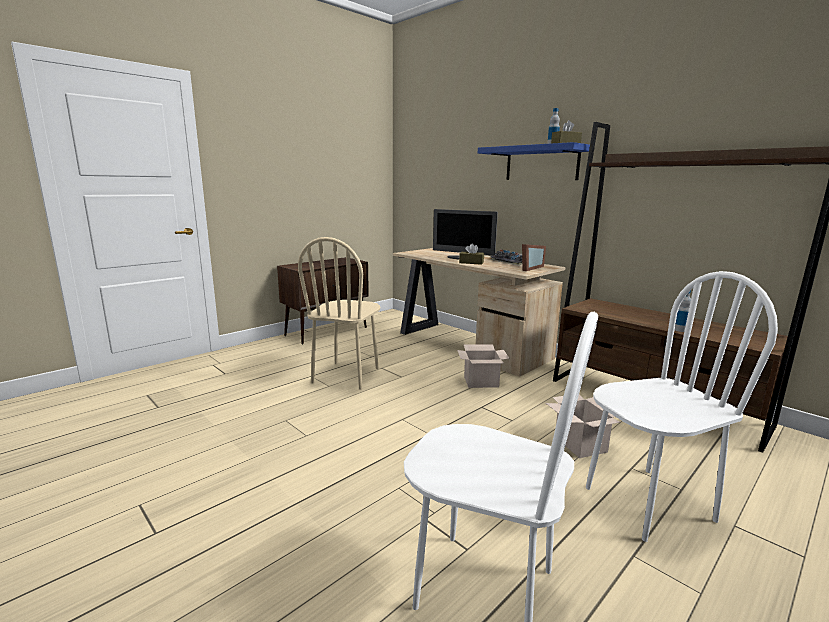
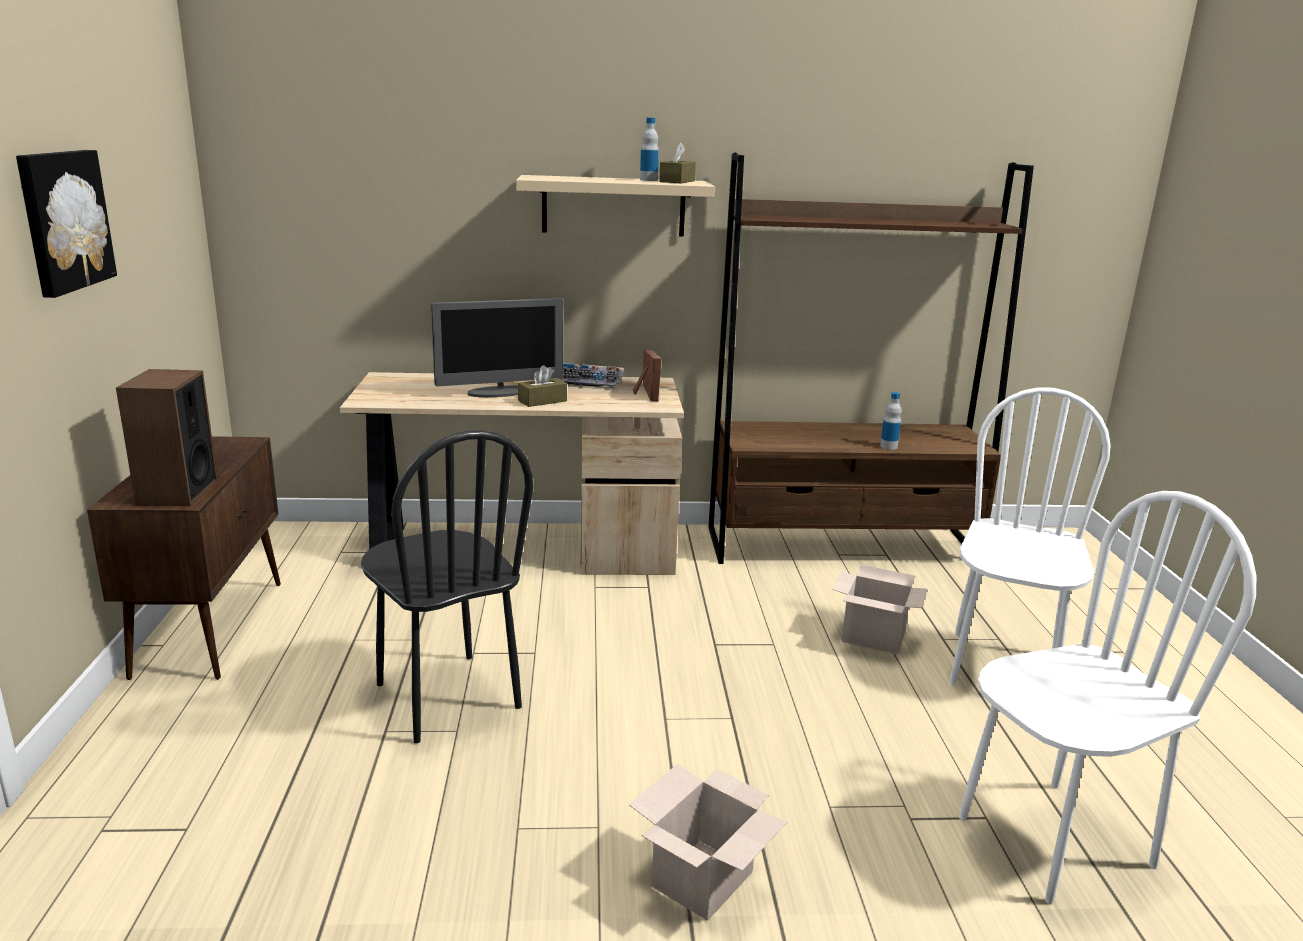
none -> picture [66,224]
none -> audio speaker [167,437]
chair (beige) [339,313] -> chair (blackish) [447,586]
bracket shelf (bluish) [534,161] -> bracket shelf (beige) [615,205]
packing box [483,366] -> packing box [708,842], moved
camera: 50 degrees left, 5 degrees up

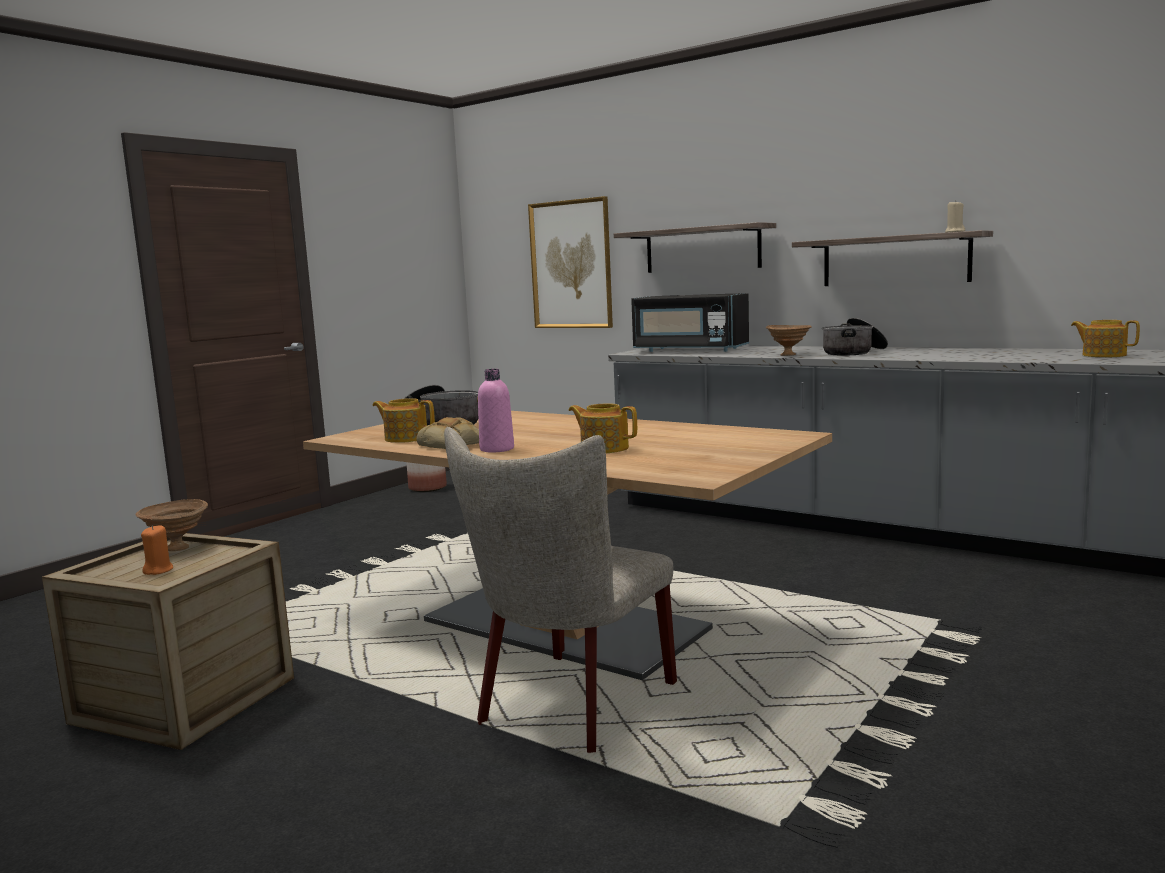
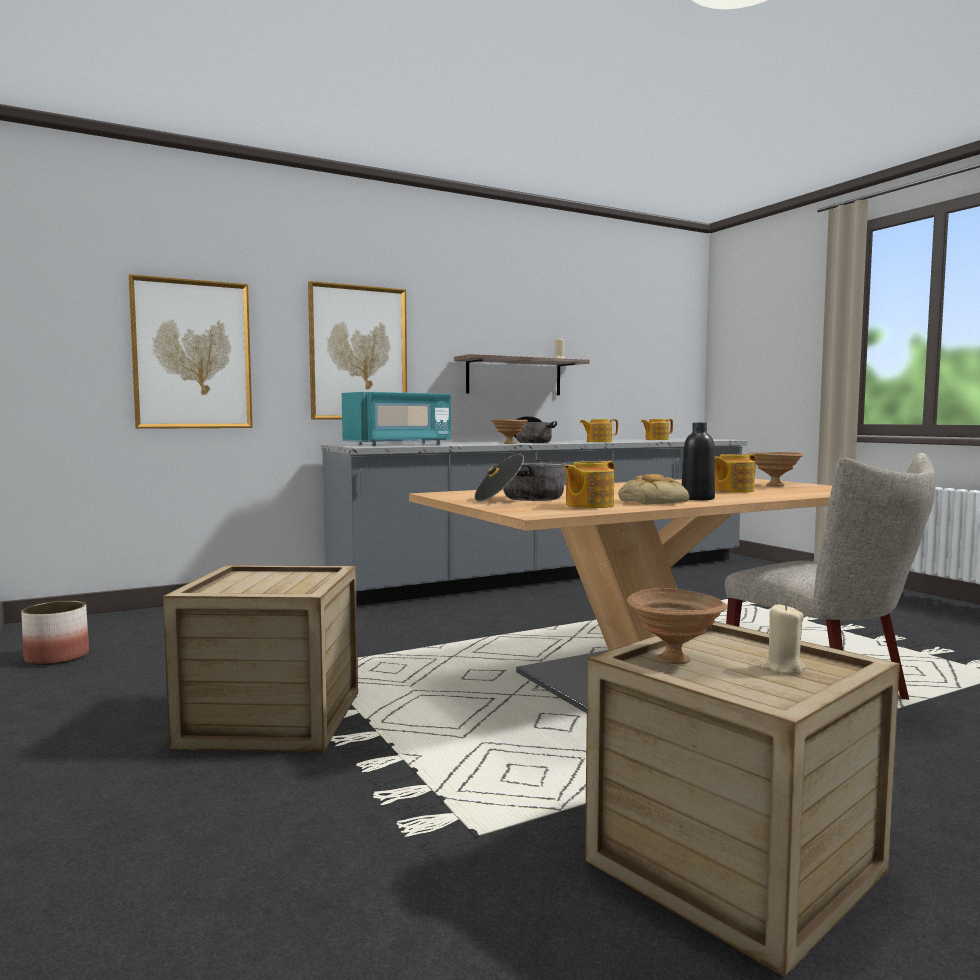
none -> shipping crate [260,658]
bracket shelf [695,247] -> picture [357,350]
microwave oven (blackish) [690,322] -> microwave oven (blue-green) [396,419]
none -> tea pot [599,430]
drink bottle (pink-coloured) [496,410] -> drink bottle (blackish) [698,461]
none -> serving bowl (brownish) [777,469]
candle (orange-coloured) [157,550] -> candle (beige) [783,639]
camera: 65 degrees left, 5 degrees down

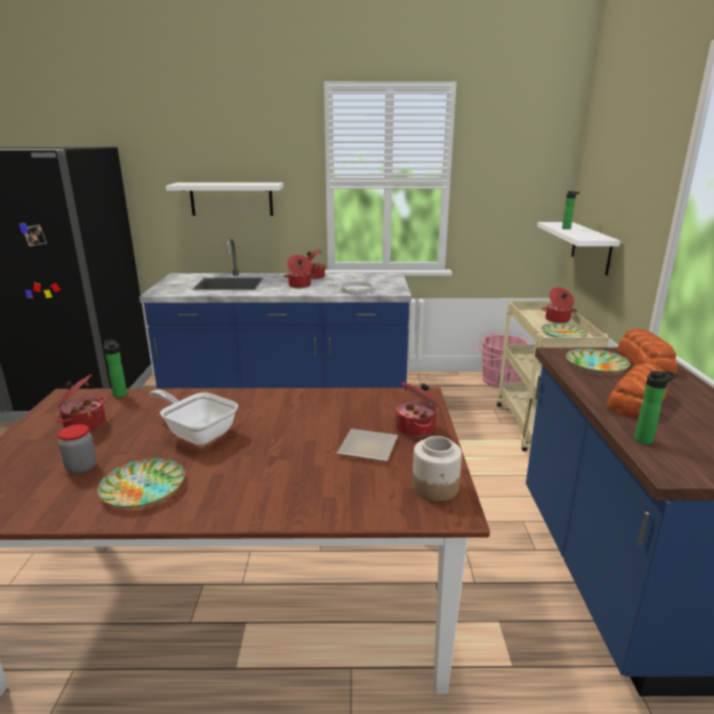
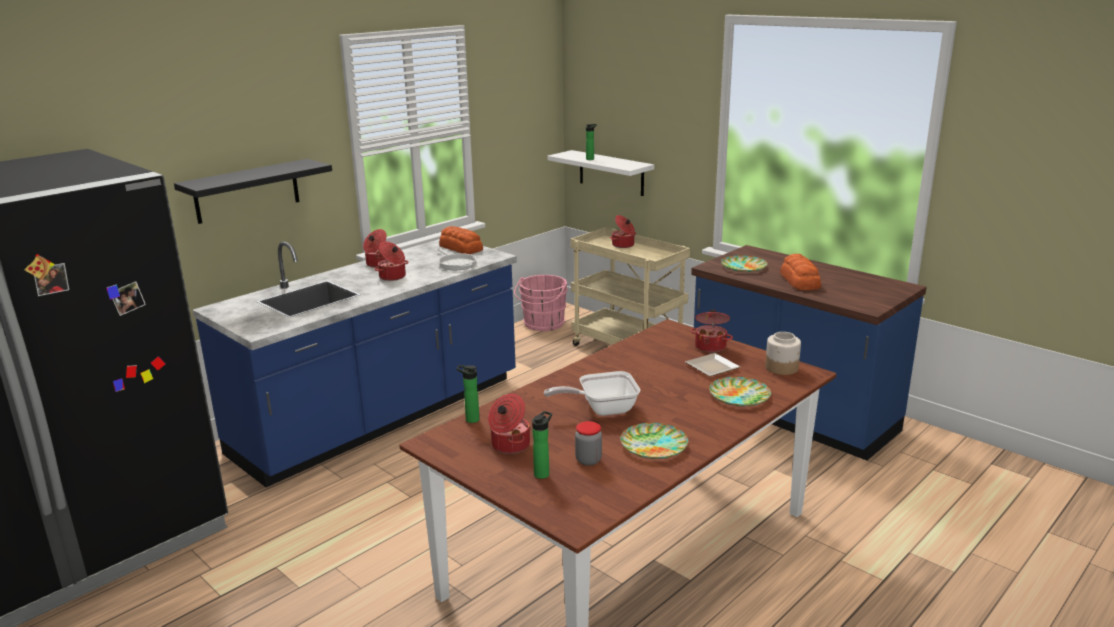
bracket shelf (white-coloured) [225,199] -> bracket shelf (blackish) [253,191]
baked bread [647,352] -> baked bread [461,240], moved
drink bottle [655,407] -> drink bottle [542,445], moved
flat dish [564,330] -> flat dish [740,391], moved
camera: 45 degrees left, 0 degrees up

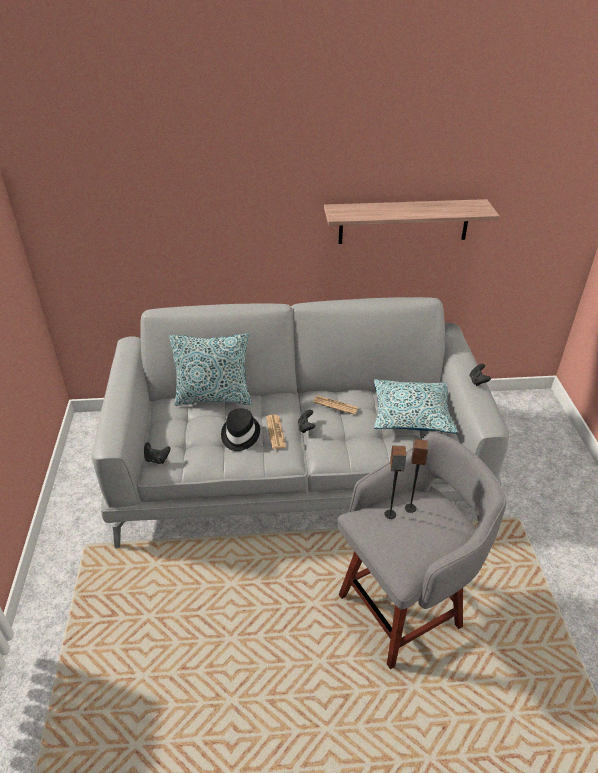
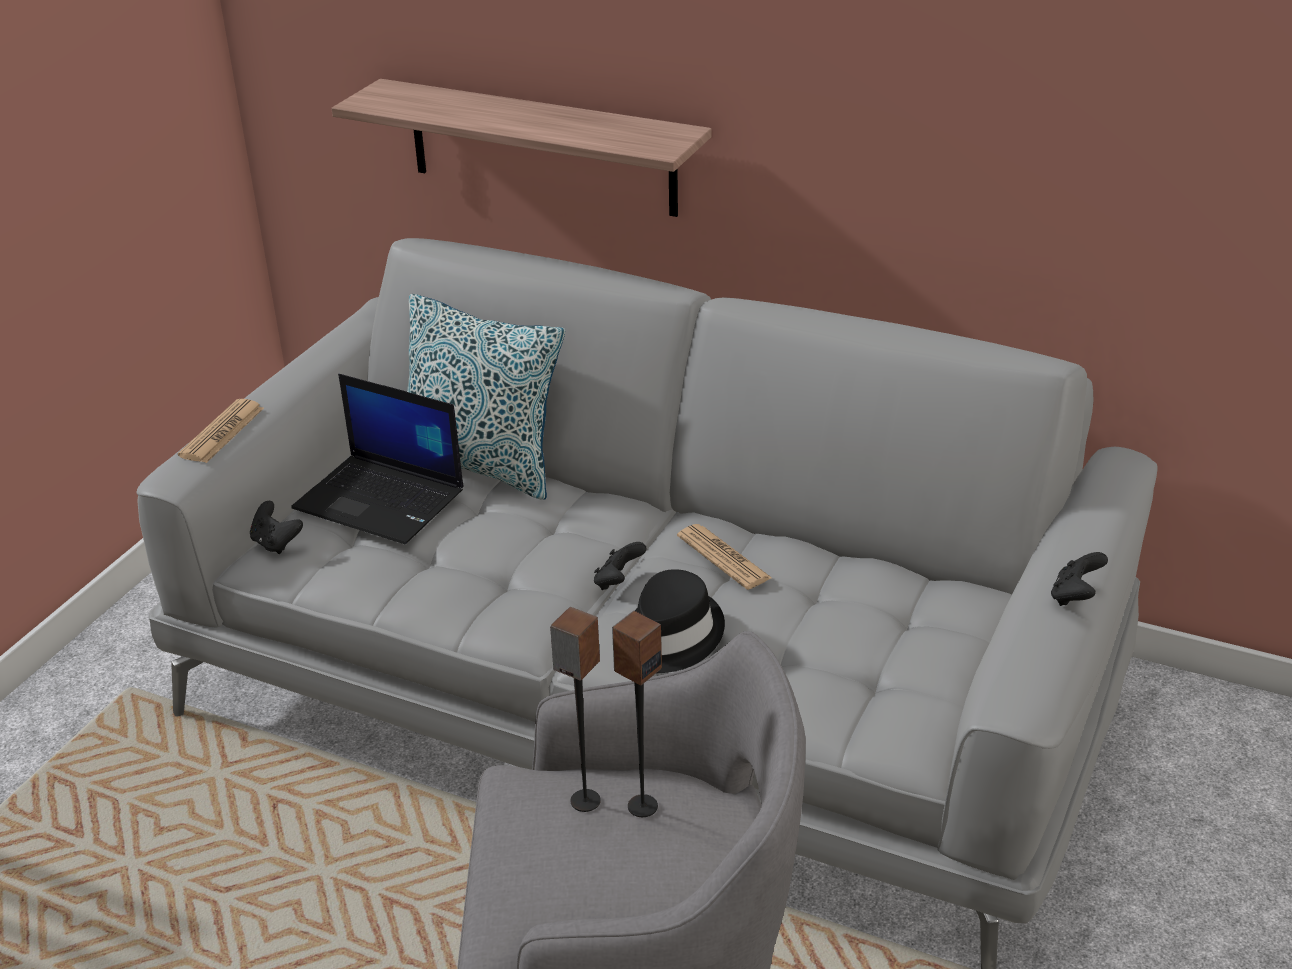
newspaper [276,432] -> newspaper [221,431], moved
none -> laptop [377,459]
bracket shelf [412,221] -> bracket shelf [521,148], moved
hat (blackish) [240,429] -> hat (blackish) [680,621], moved
pillow [416,406] -> none
camera: 30 degrees right, 5 degrees down

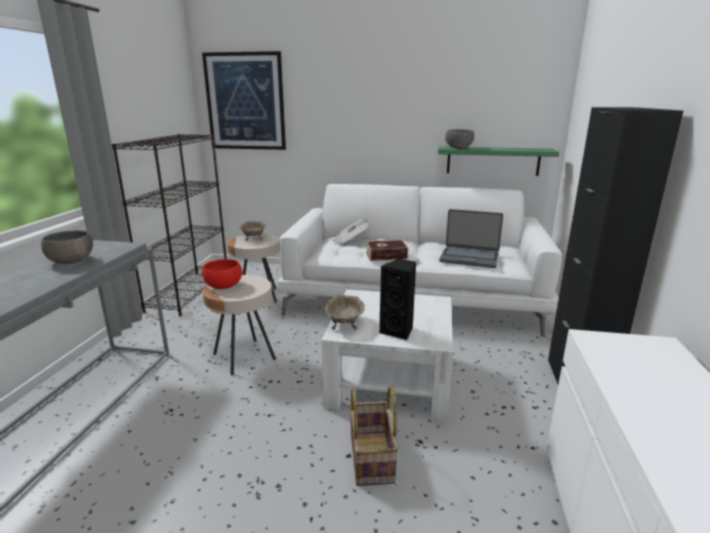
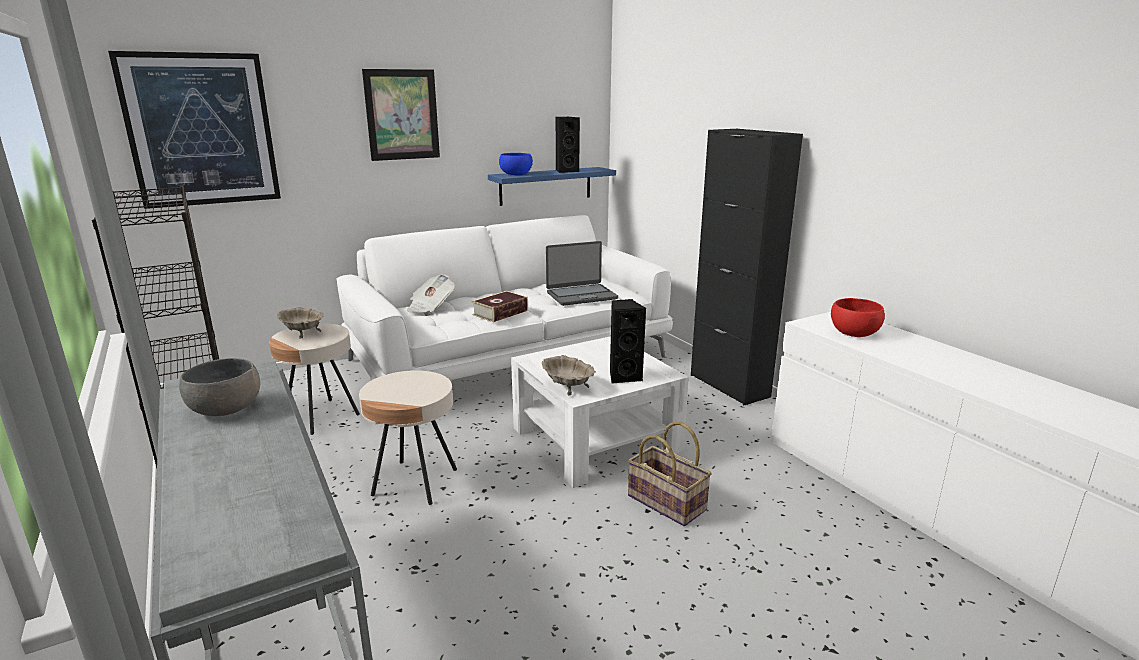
none -> picture [401,115]
bracket shelf (greenish) [498,161] -> bracket shelf (bluish) [552,186]
serving bowl (grey) [459,139] -> serving bowl (bluish) [516,164]
none -> audio speaker (blackish) [568,145]
serving bowl (red-coloured) [222,274] -> serving bowl (red-coloured) [858,317], moved
camera: 40 degrees left, 0 degrees up

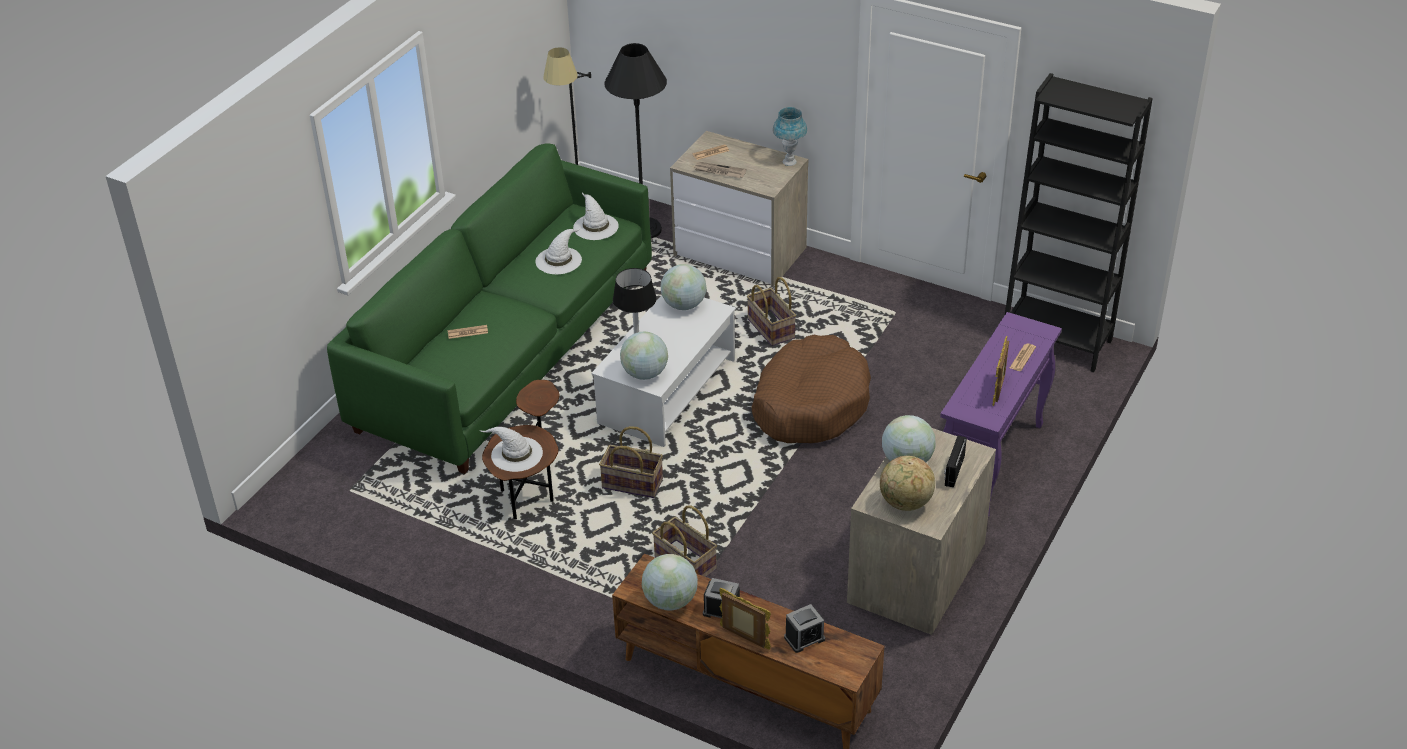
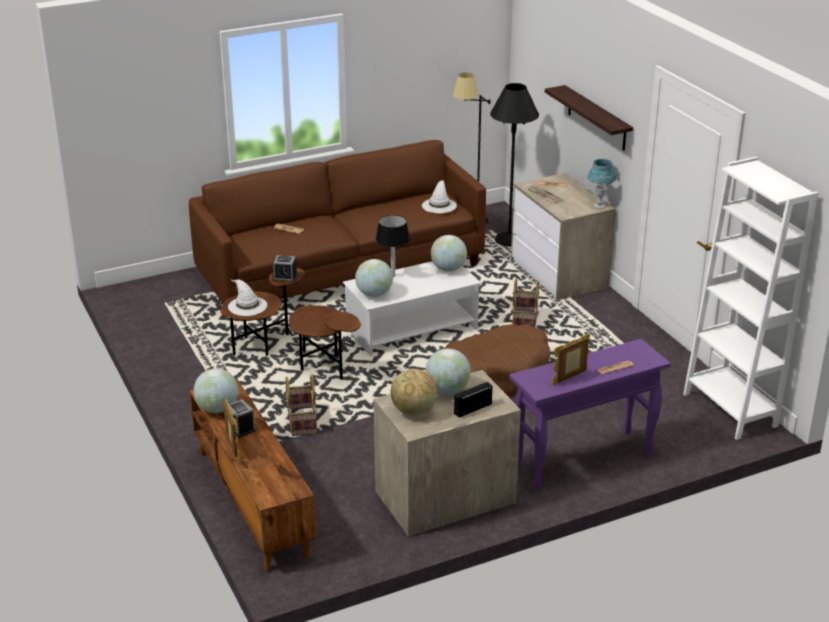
settee (greenish) [489,308] -> settee (brownish) [337,230]
alarm clock [804,628] -> alarm clock [285,269], moved
basket [631,462] -> side table (brownish) [325,342]
none -> bracket shelf [589,118]
shelving unit (blackish) [1079,222] -> shelving unit (white-coloured) [750,298]
hat (white-coloured) [558,251] -> none
camera: 35 degrees right, 10 degrees down

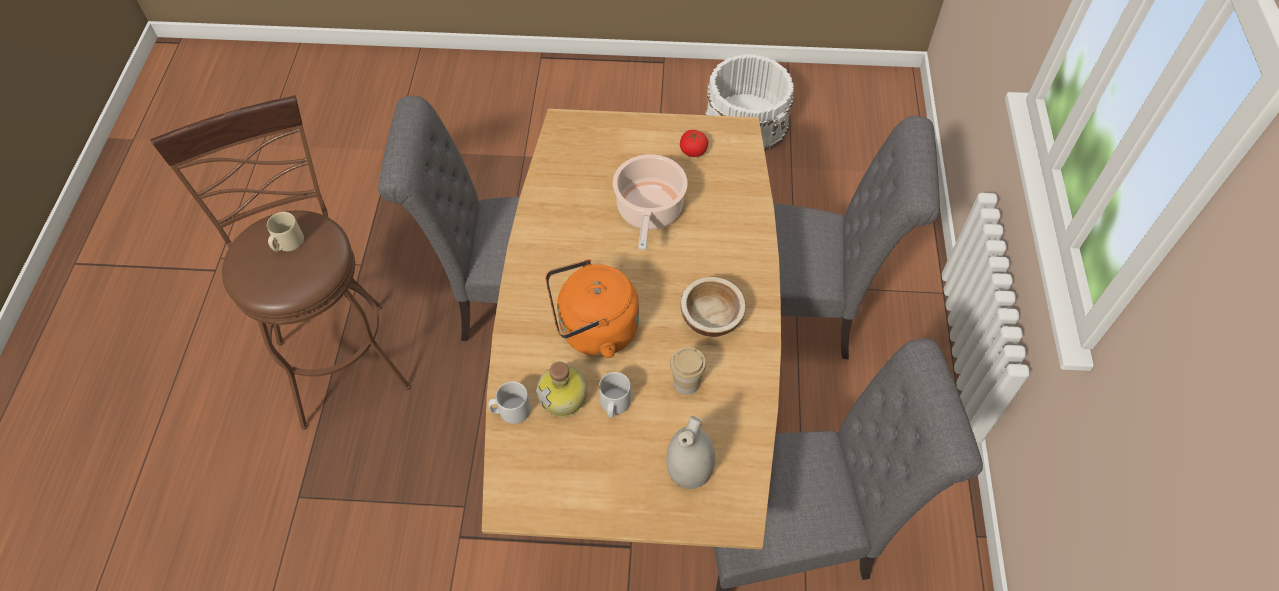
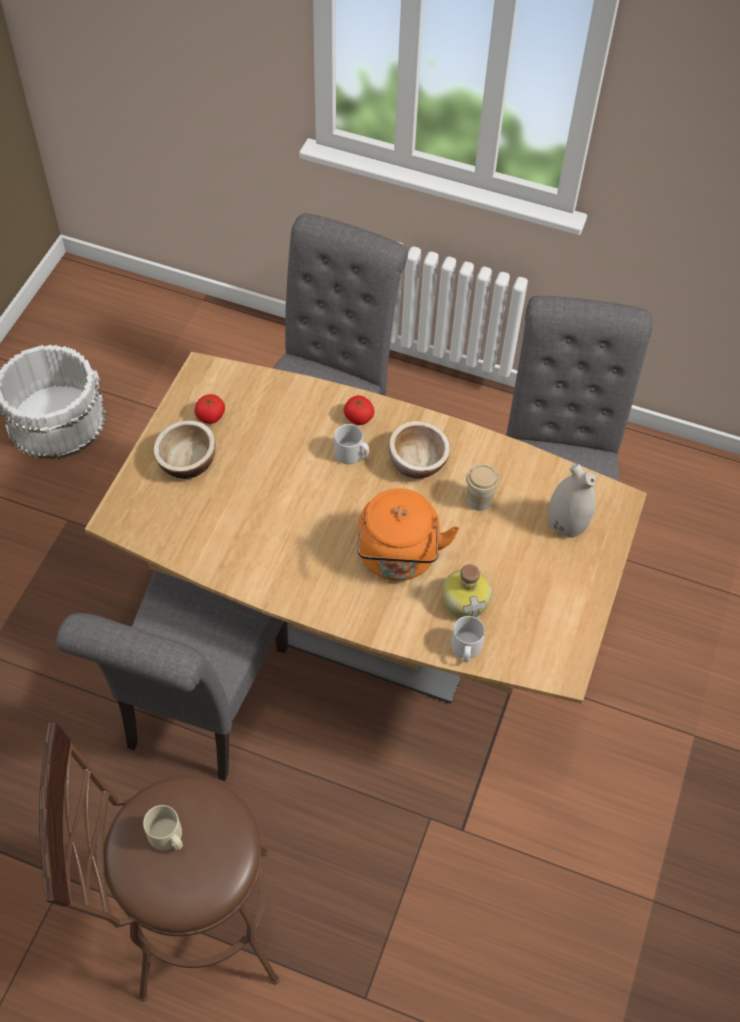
none -> serving bowl [184,449]
tea mug (grey) [615,395] -> tea mug (grey) [351,444], moved
none -> whole tomato [359,410]
stockpot [650,202] -> none
camera: 75 degrees left, 0 degrees up

